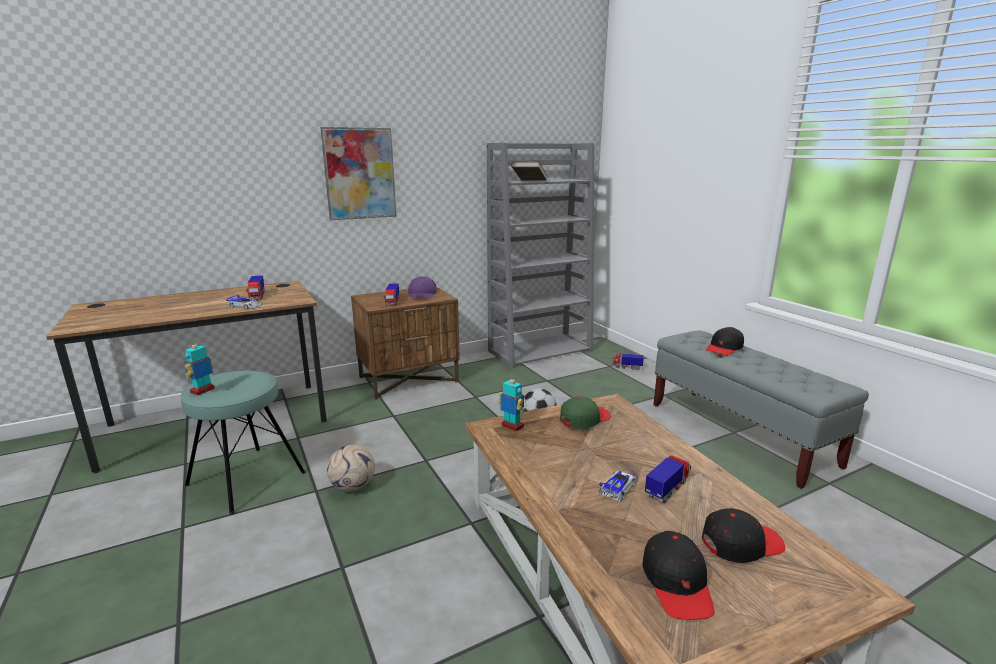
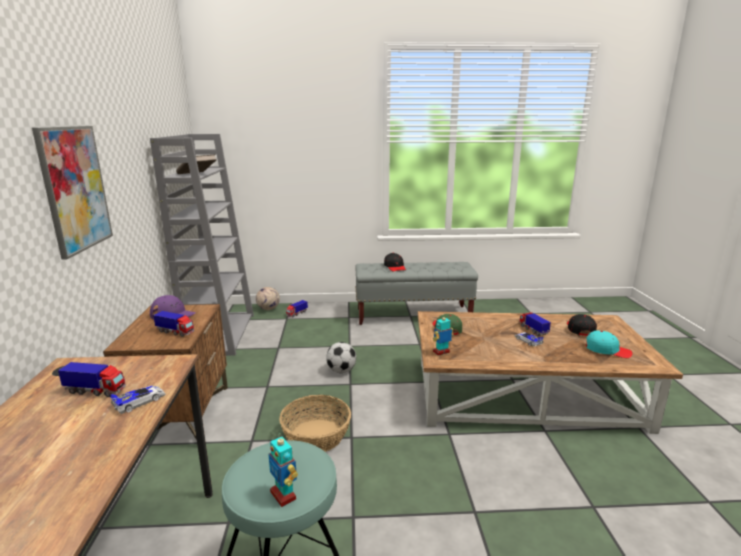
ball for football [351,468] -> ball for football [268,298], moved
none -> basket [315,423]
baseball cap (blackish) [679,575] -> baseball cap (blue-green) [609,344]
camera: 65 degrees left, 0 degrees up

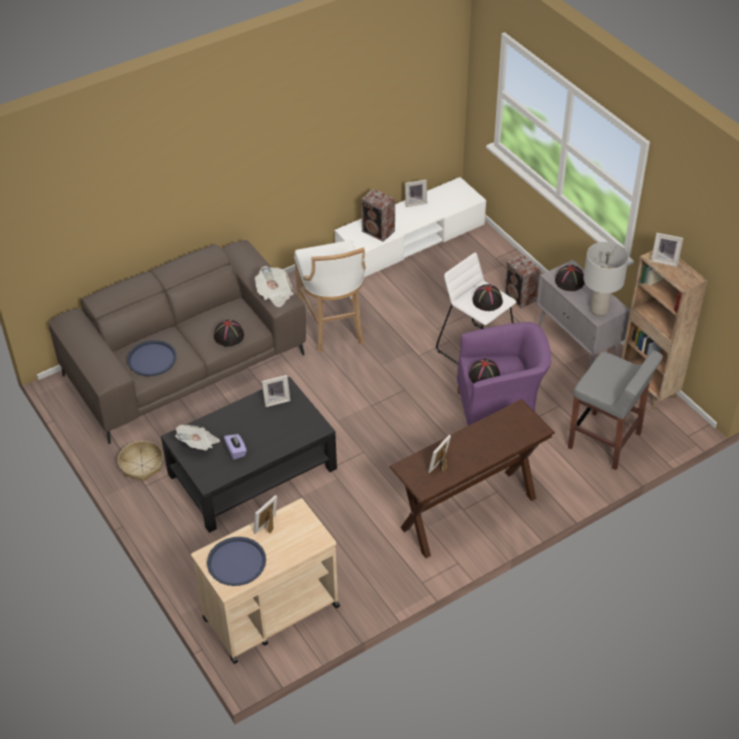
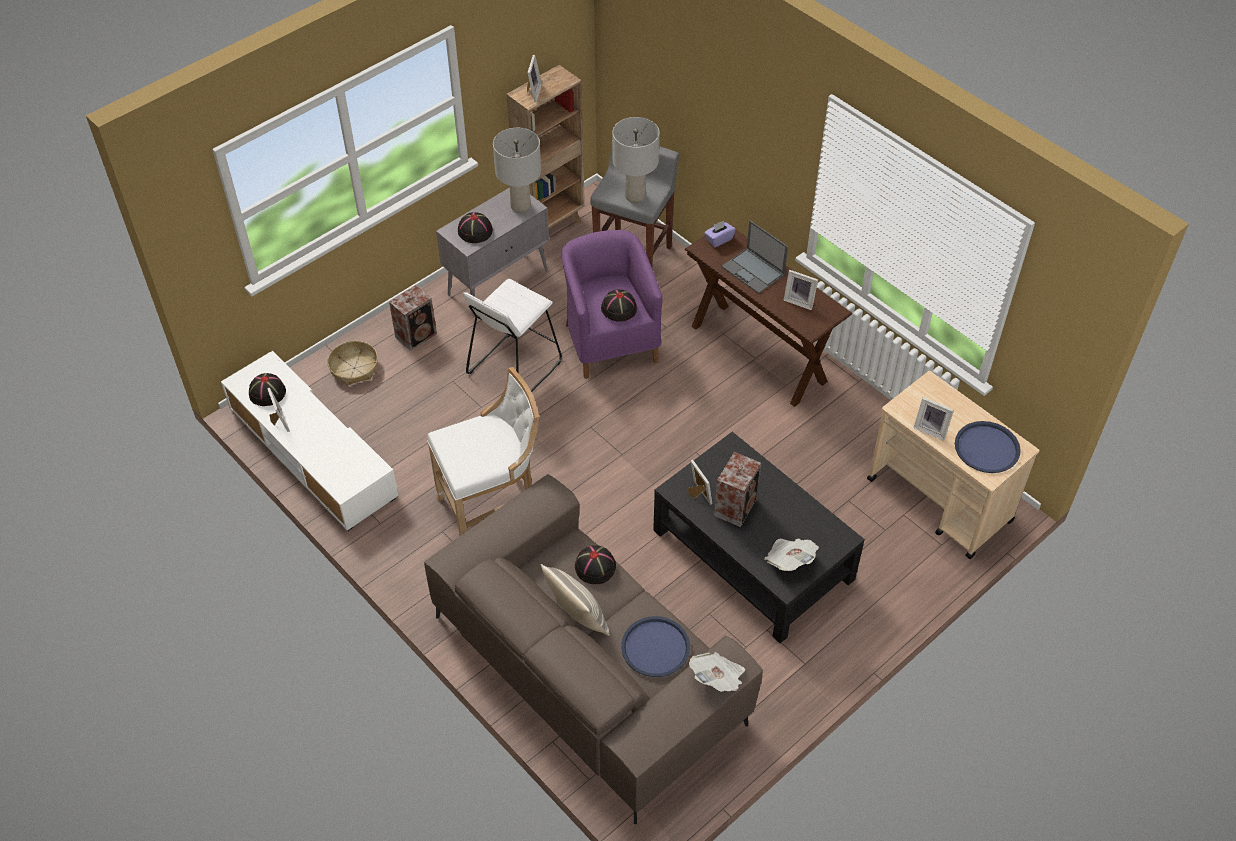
hat (blackish) [488,297] -> hat (blackish) [267,389], moved
basket [140,461] -> basket [352,363], moved
none -> pillow [575,600]
none -> lamp for a table (grey) [635,160]
newspaper [274,286] -> newspaper [717,672], moved
box of tissues (purple-coloured) [235,447] -> box of tissues (purple-coloured) [720,234], moved
audio speaker [378,215] -> audio speaker [737,489], moved
none -> laptop [755,257]
camera: 100 degrees left, 5 degrees up

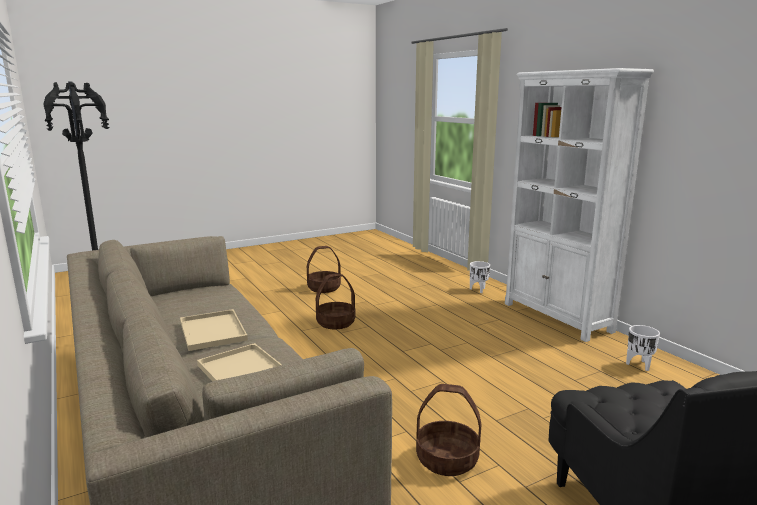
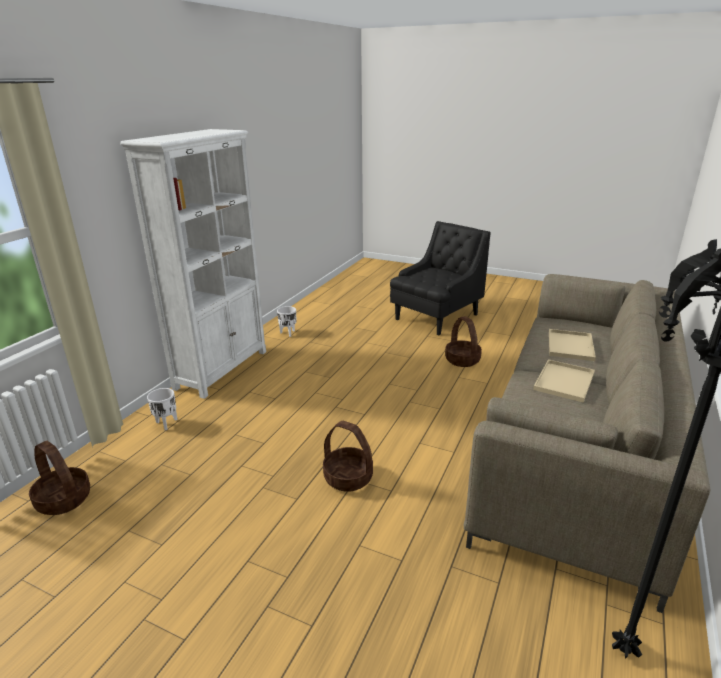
basket [324,269] -> basket [59,478], moved
camera: 125 degrees left, 10 degrees up

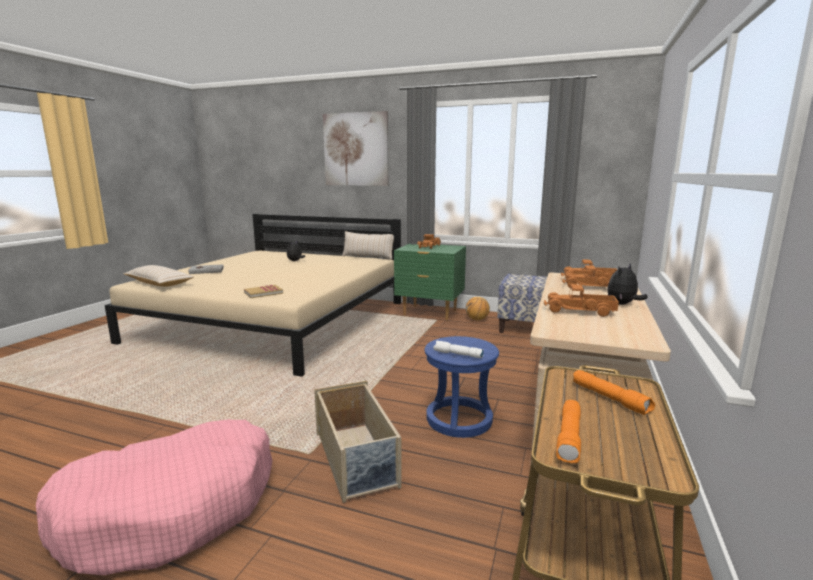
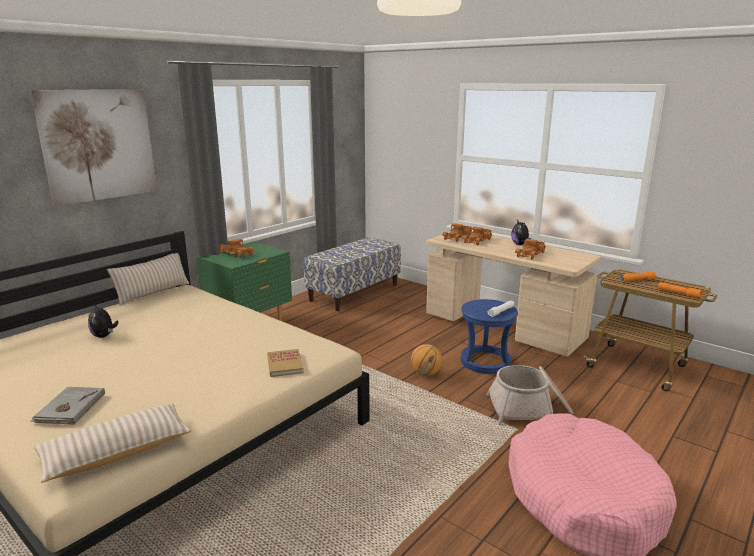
ball for basketball [478,308] -> ball for basketball [426,360], moved
storage box (beige) [358,442] -> basket [529,395]
camera: 70 degrees left, 5 degrees up

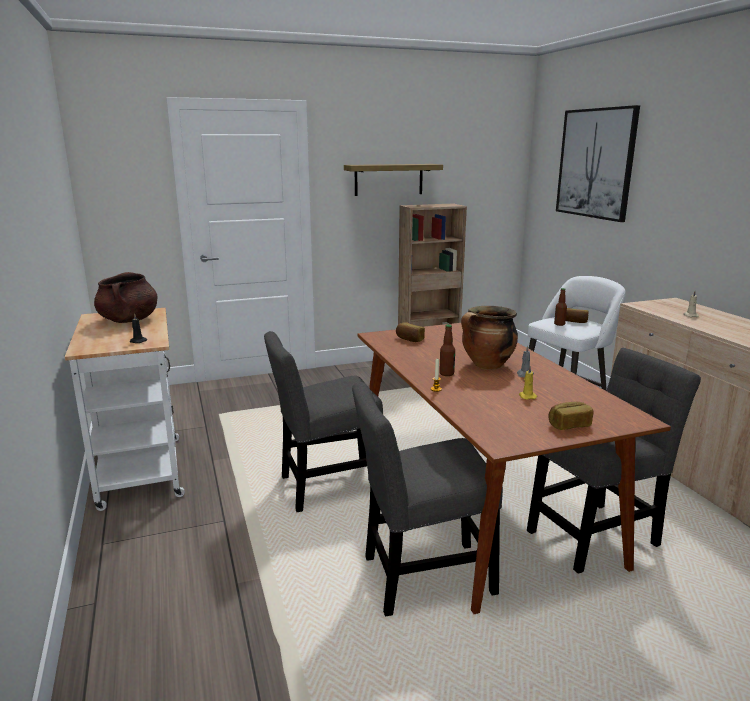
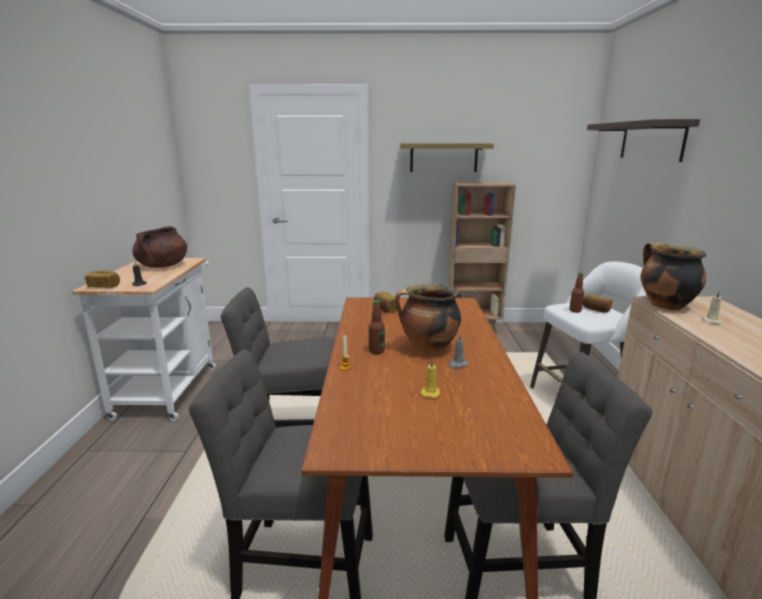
baked bread [570,416] -> baked bread [102,279], moved
picture [598,163] -> bracket shelf [643,140]
none -> stockpot [673,276]
camera: 20 degrees right, 0 degrees up

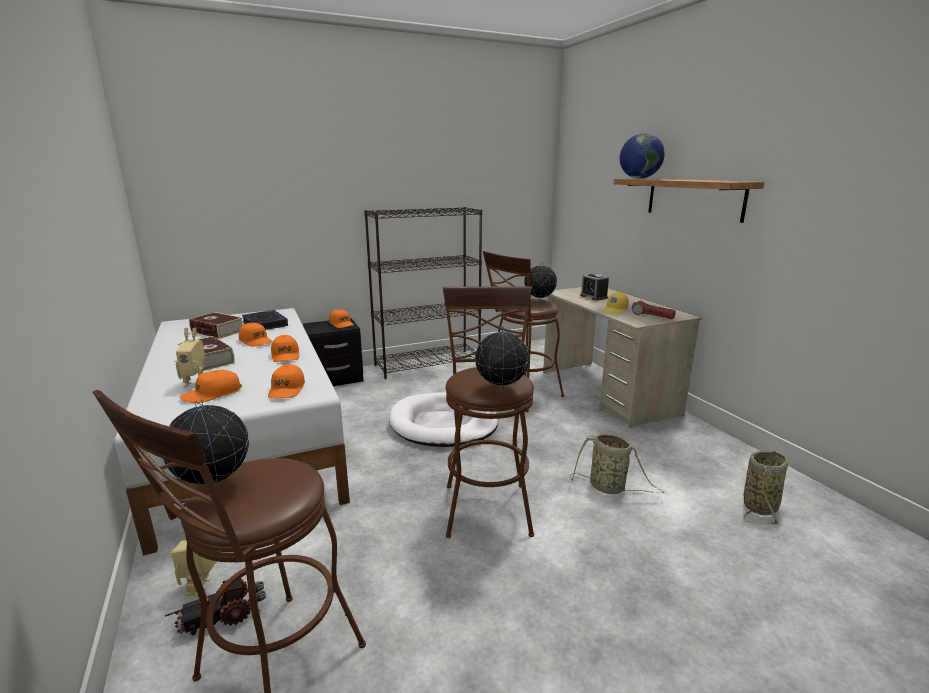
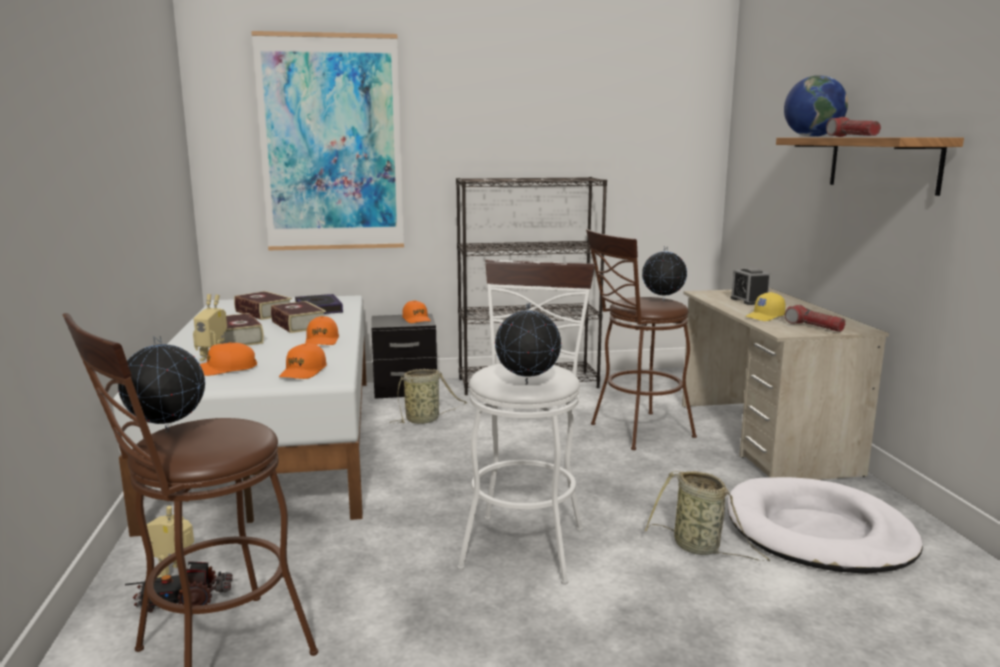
none -> picture [327,140]
baseball cap (orange-coloured) [256,335] -> volume [298,317]
basket [765,488] -> basket [428,396], moved
stool (brownish) [488,412] -> stool (white-coloured) [526,422]
dog bed (white-coloured) [443,419] -> dog bed (white-coloured) [825,525], moved
none -> flashlight [853,127]
camera: 15 degrees right, 5 degrees down

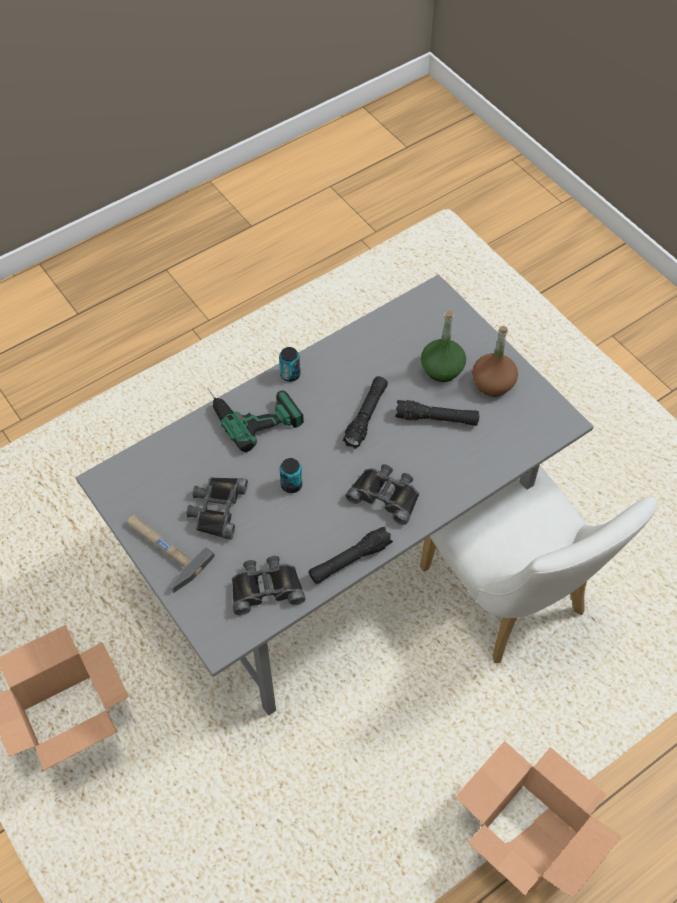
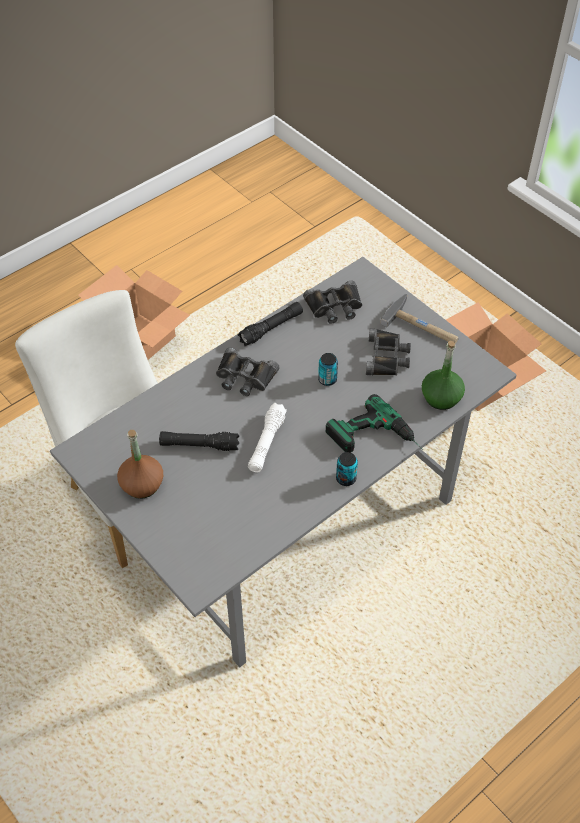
flashlight (blackish) [365,412] -> flashlight (white-coloured) [267,437]
drink bottle (greenish) [443,346] -> drink bottle (greenish) [443,375], moved
camera: 175 degrees right, 5 degrees down

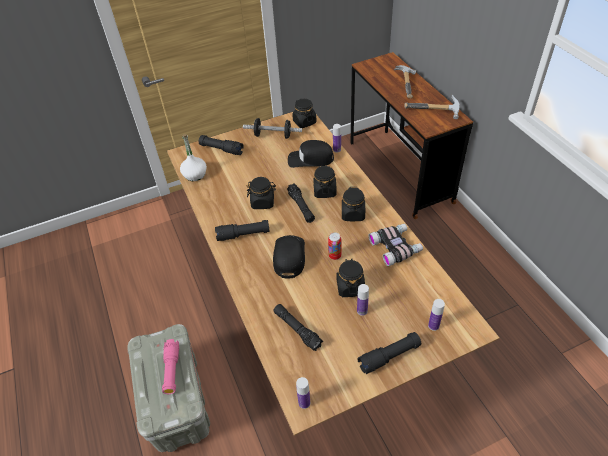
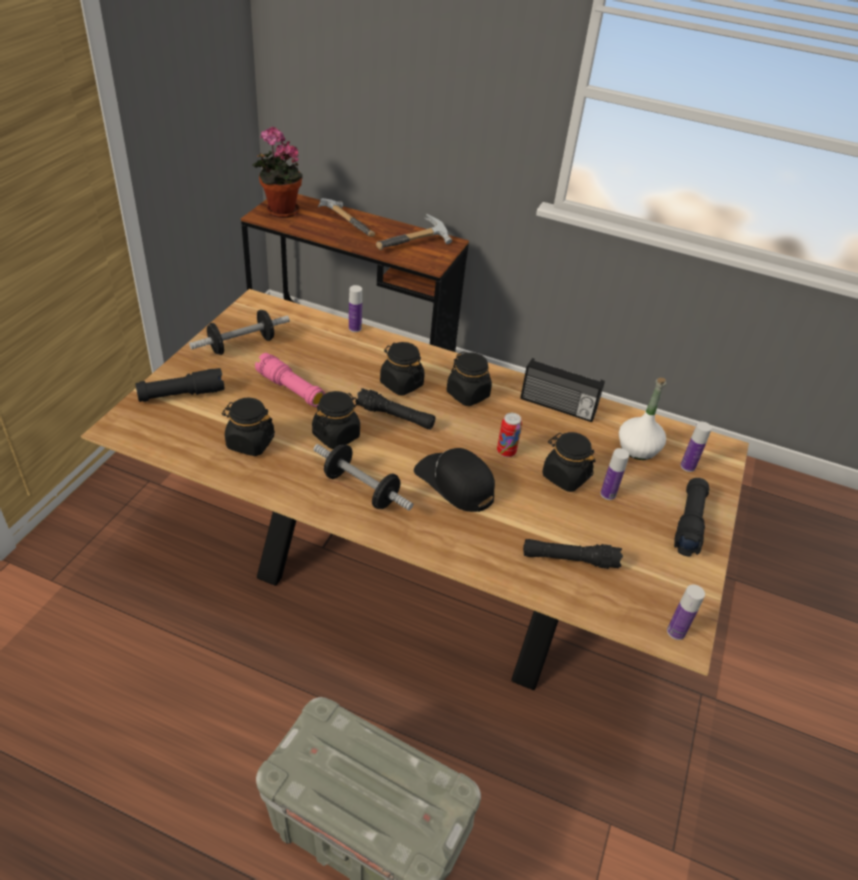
storage jar (blackish) [304,113] -> storage jar (blackish) [248,427], moved
none -> plant in a pot [277,172]
flashlight (pink-coloured) [170,366] -> flashlight (pink-coloured) [290,380], moved
flashlight (blackish) [242,230] -> dumbbell [363,477]
field glasses [395,245] -> radio set [562,390]
drink bottle (white-coloured) [193,157] -> drink bottle (white-coloured) [642,419], moved
baseball cap (blackish) [311,154] -> none
camera: 50 degrees left, 5 degrees down

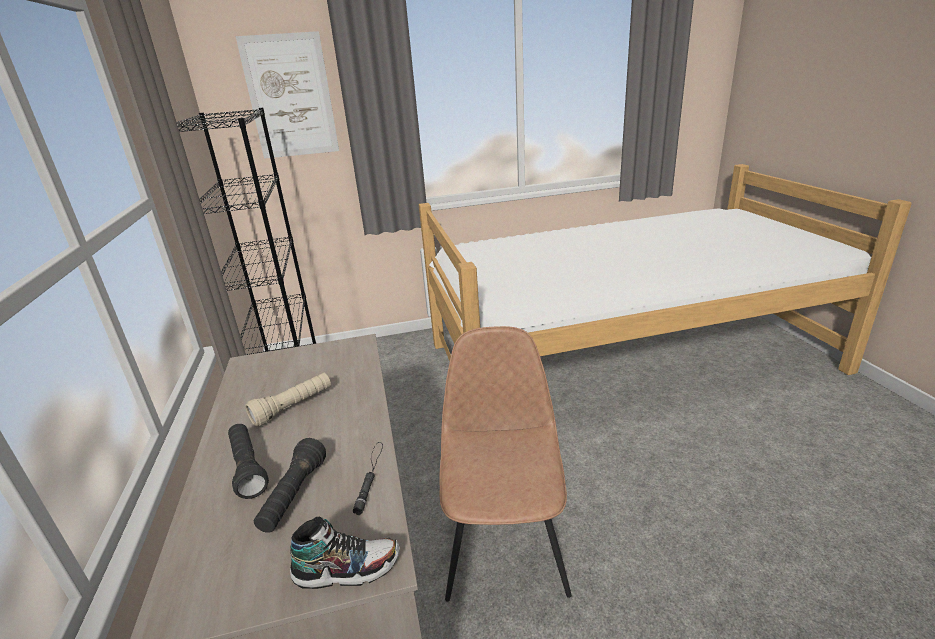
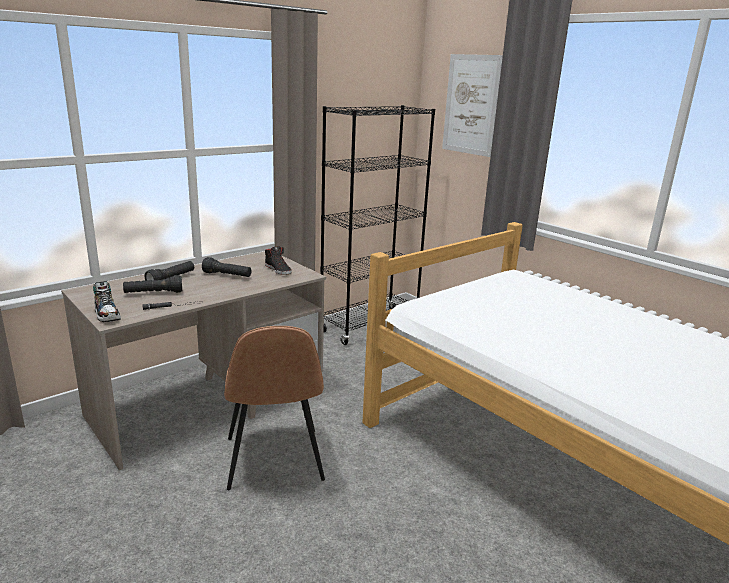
flashlight (beige) [288,400] -> flashlight (blackish) [226,267]
chair (brownish) [505,464] -> chair (brownish) [274,408], 105 degrees clockwise
none -> low shoe (blackish) [278,260]
camera: 60 degrees right, 5 degrees down

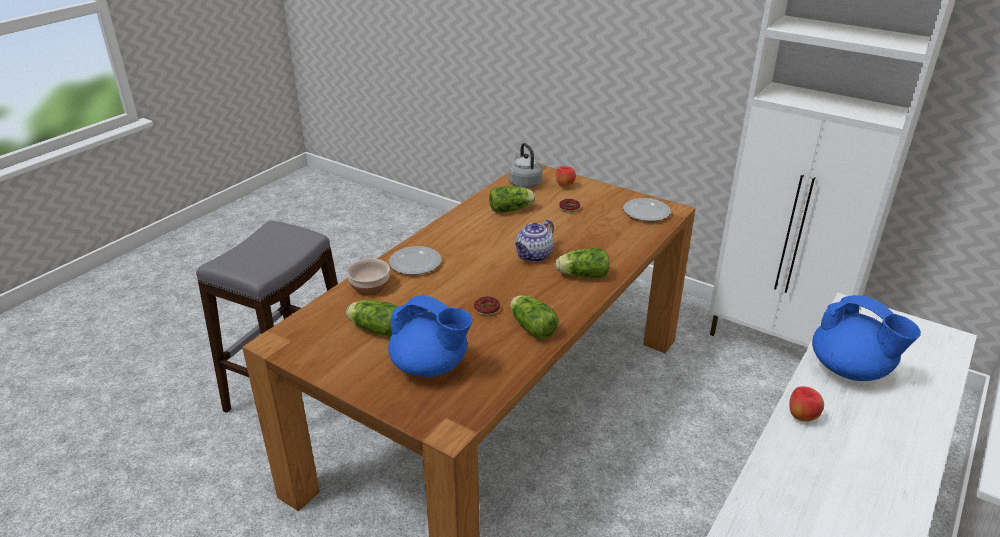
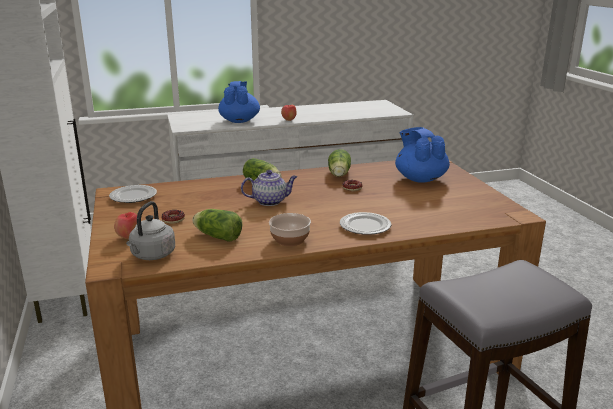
serving bowl [368,276] -> serving bowl [290,229], moved
lettuce head [372,318] -> none
camera: 140 degrees left, 10 degrees down

